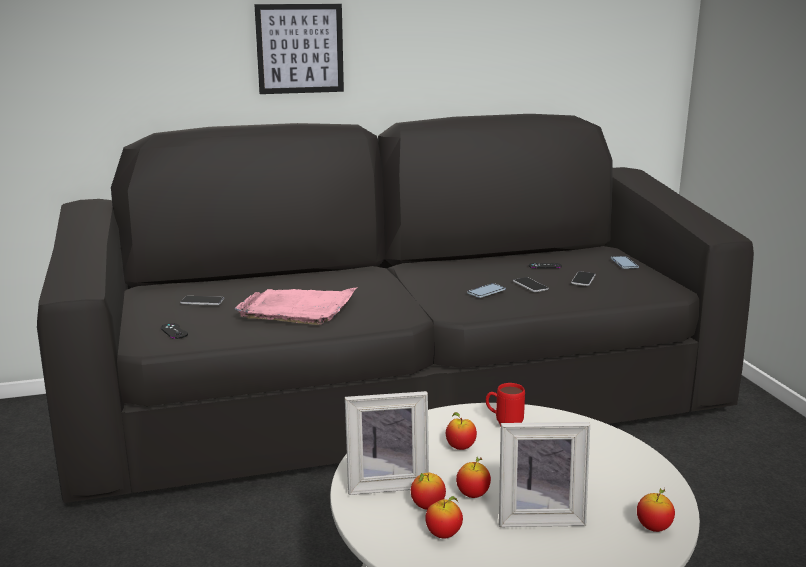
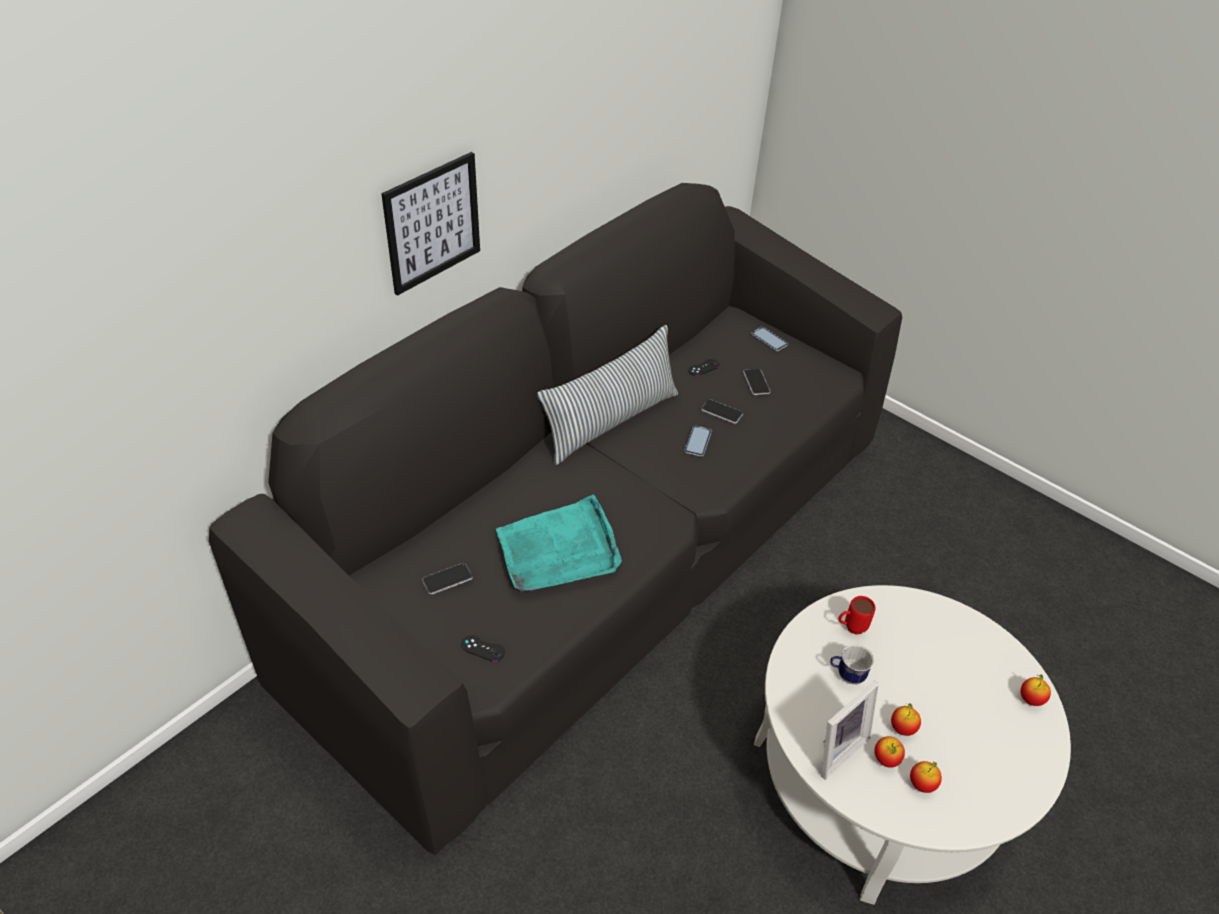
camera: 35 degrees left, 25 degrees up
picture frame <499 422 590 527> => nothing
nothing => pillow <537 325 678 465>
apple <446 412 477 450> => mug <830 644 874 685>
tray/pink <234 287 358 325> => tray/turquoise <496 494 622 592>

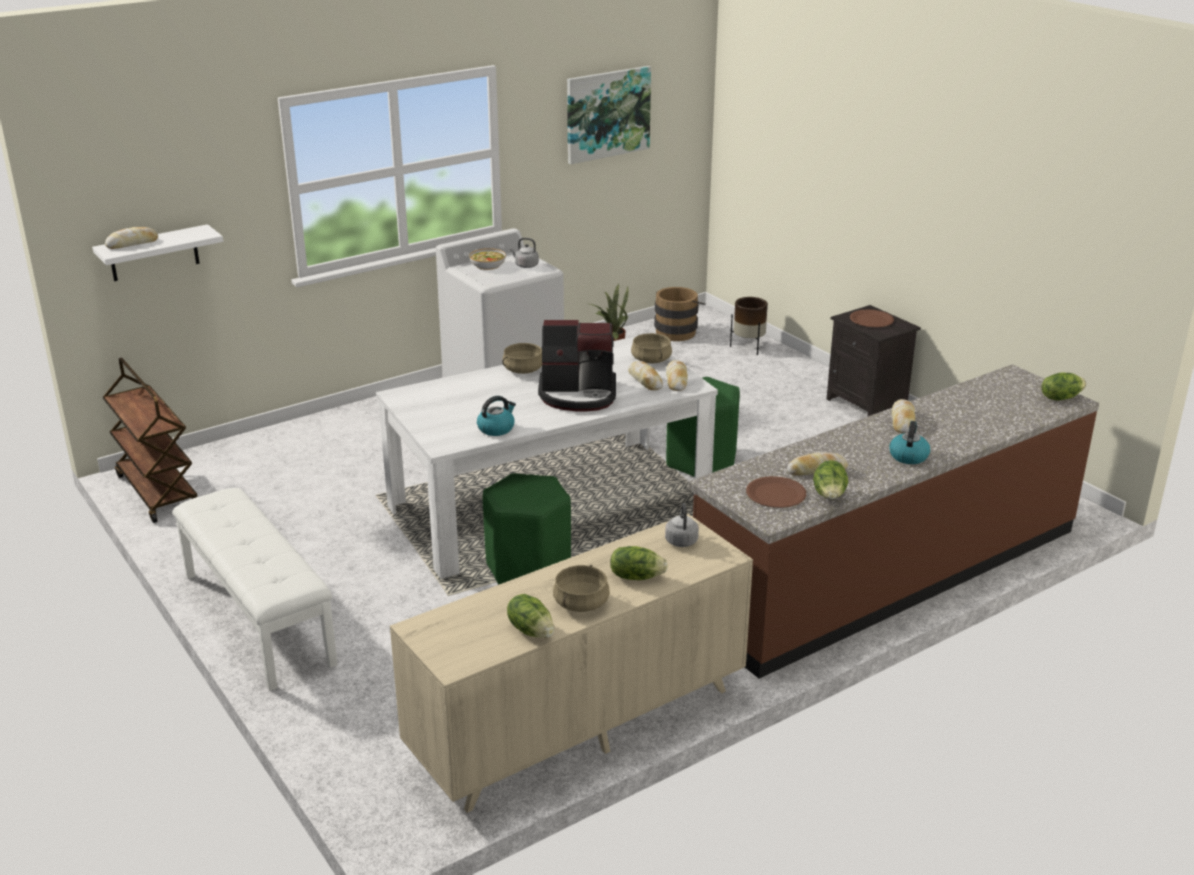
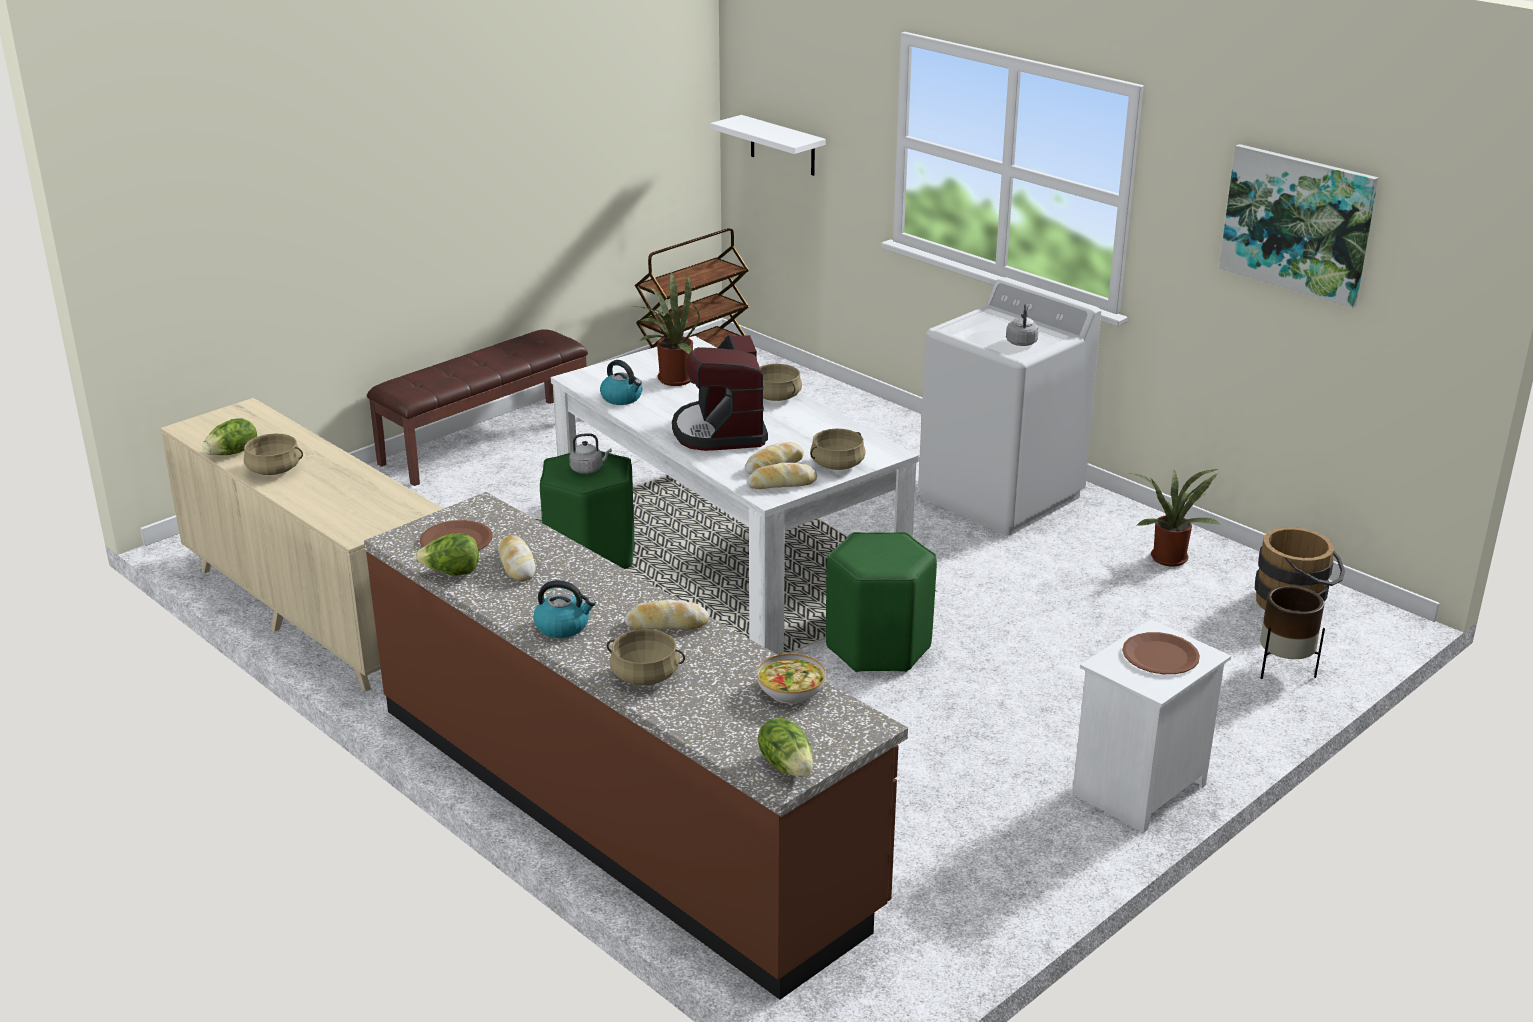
camera: 80 degrees right, 0 degrees up
bread <105 227 158 249> => nothing
lettuce <610 546 668 580> => nothing
nothing => cooking pot/beige <607 629 685 685>
nothing => potted plant <632 271 700 386>
bowl <469 248 506 270> => bowl <757 653 826 704>, shifted
kettle/grey <665 503 699 547> => kettle/grey <569 433 612 474>, shifted
bench/white <172 488 338 691> => bench/brown <367 329 588 486>
nightstand/black <827 305 921 416> => nightstand/white <1072 619 1231 833>

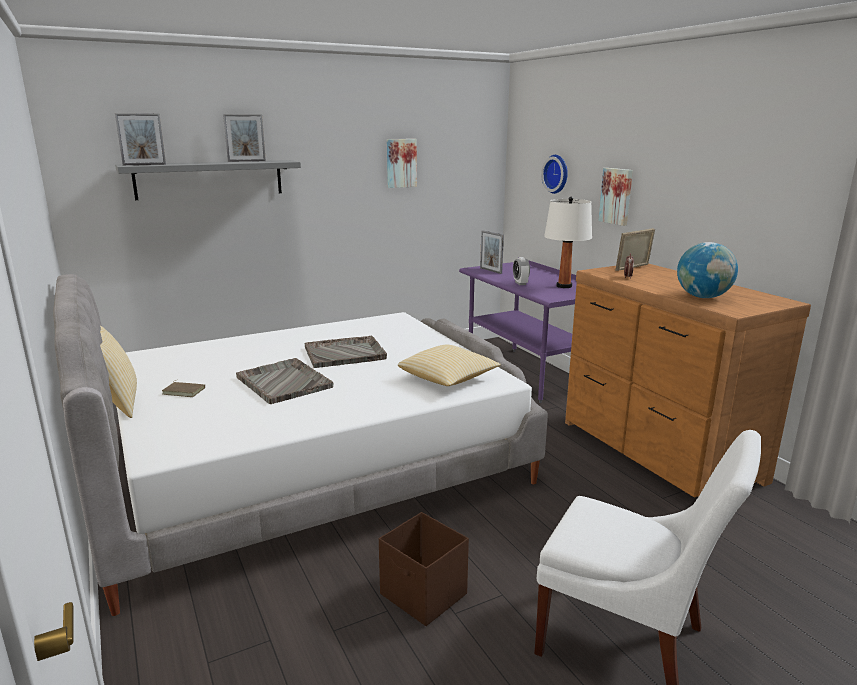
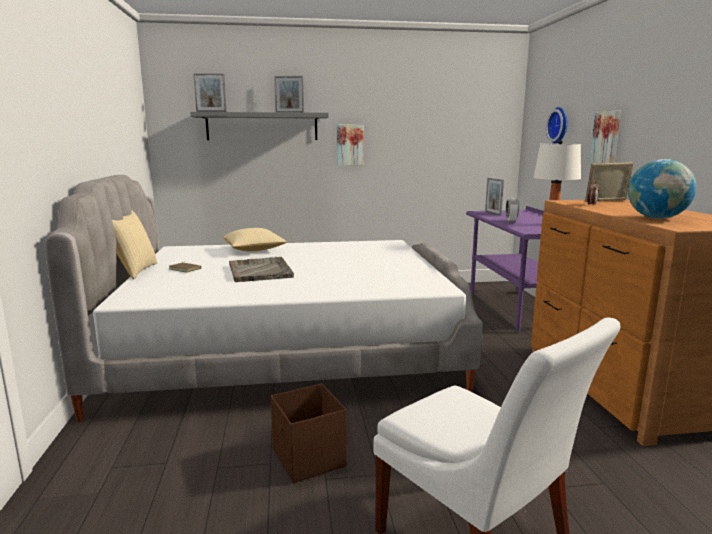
camera: 20 degrees right, 5 degrees down
tray/grey <305 336 387 368> => nothing
picture <387 139 417 188> => picture <337 125 363 166>, shifted
pillow <398 345 501 386> => pillow <223 228 287 251>, shifted

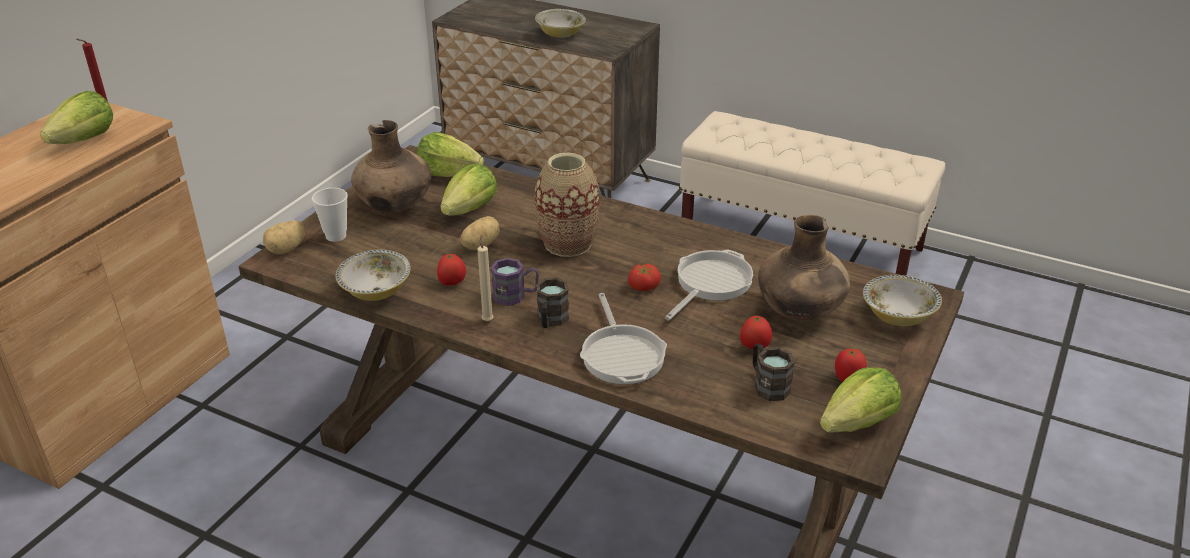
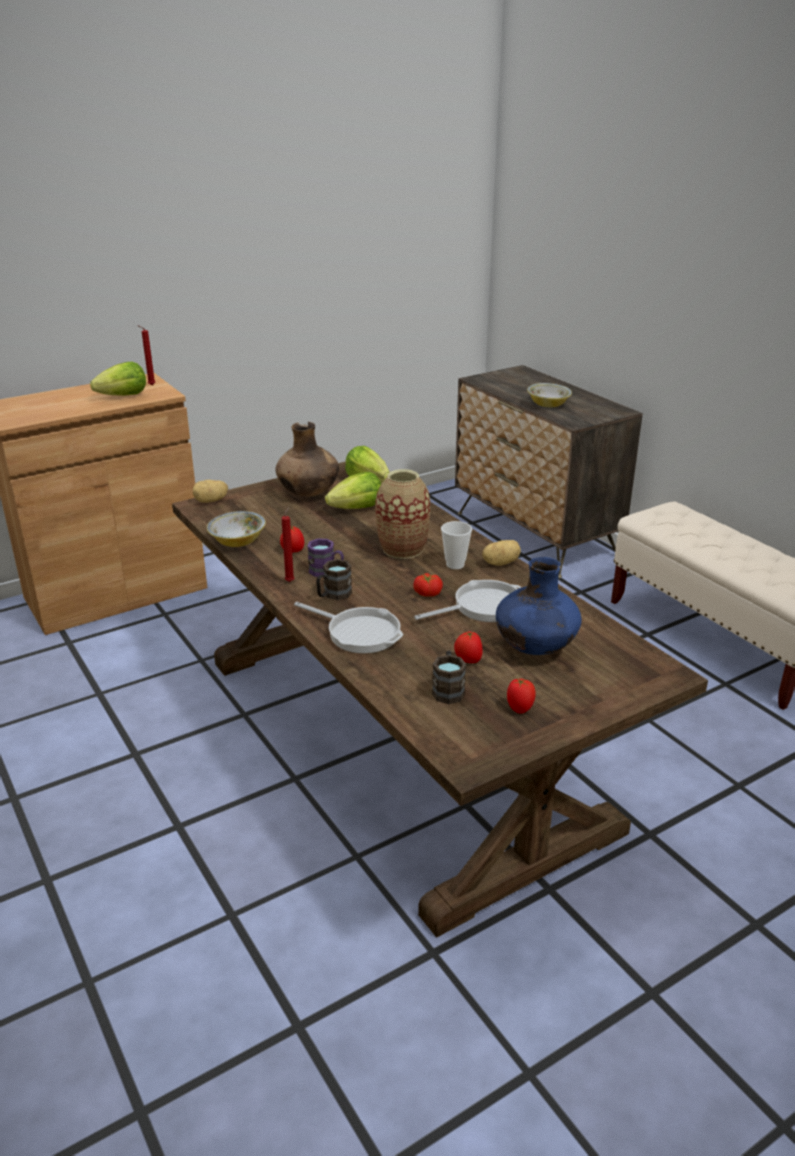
camera: 30 degrees right, 5 degrees down
lettuce <820 367 901 432> => nothing
bowl <863 275 942 326> => nothing
cup <312 188 348 242> => cup <441 521 472 569>, shifted
potato <460 216 500 250> => potato <482 540 521 566>, shifted
candle/beige <477 234 494 321> => candle/red <281 507 294 582>
vase/brown <758 215 850 321> => vase/blue <496 557 582 655>
frying pan <580 293 667 384> => frying pan <294 602 404 653>, 75 degrees counterclockwise

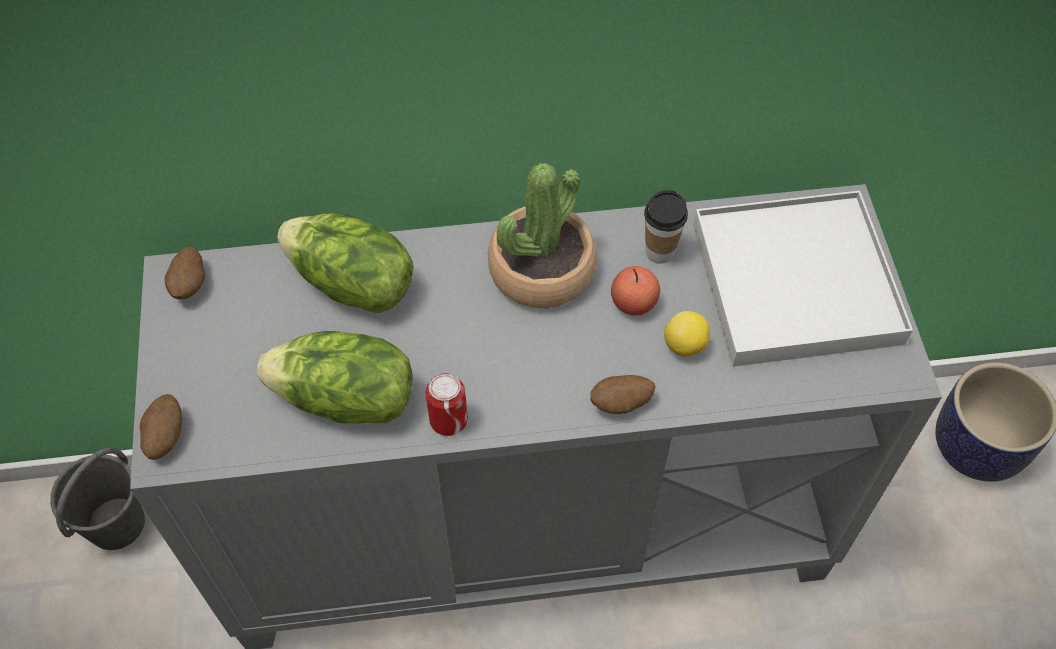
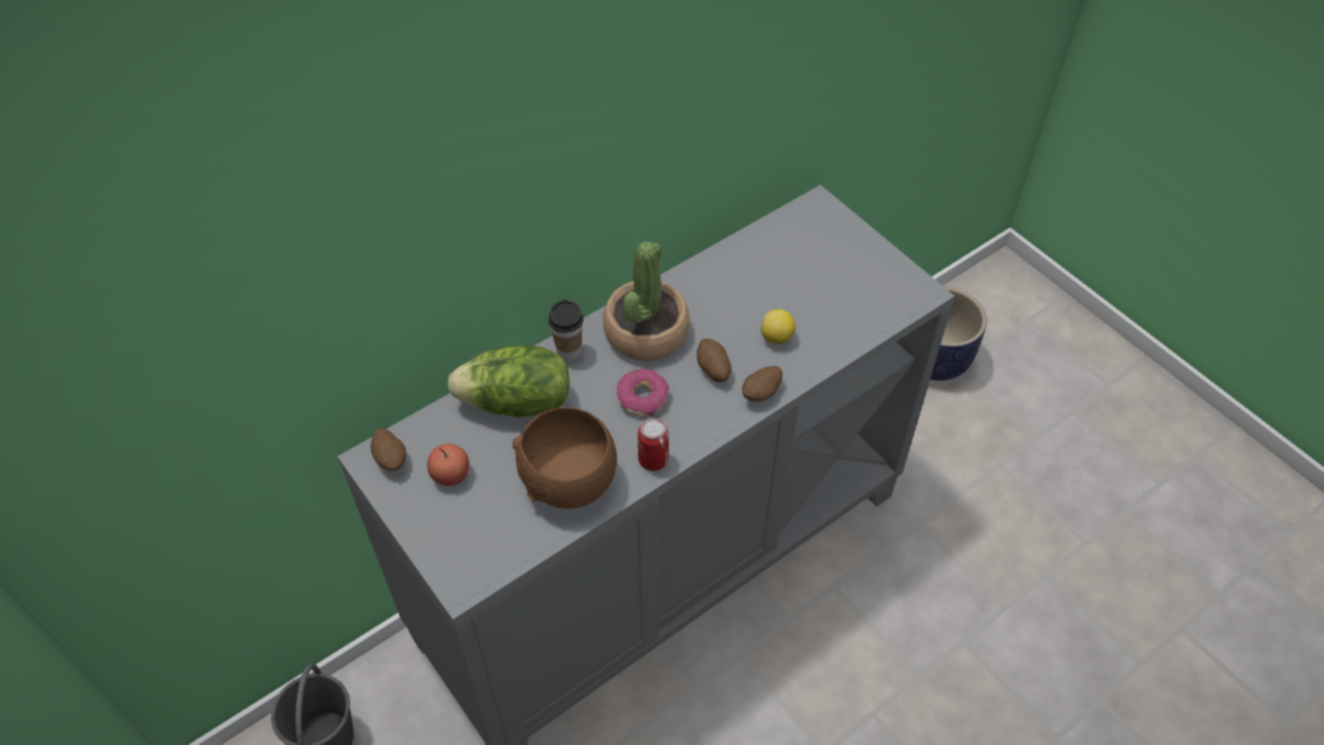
camera: 30 degrees left, 5 degrees down
tray/white <693 191 913 367> => nothing
nothing => donut <617 369 669 417>
potato <140 394 182 460> => potato <697 339 731 382>, shifted
apple <611 266 660 316> => apple <427 444 469 486>, shifted
cup <644 190 688 264> => cup <548 300 584 361>, shifted
lettuce <257 331 412 424> => bowl/brown <512 407 617 509>

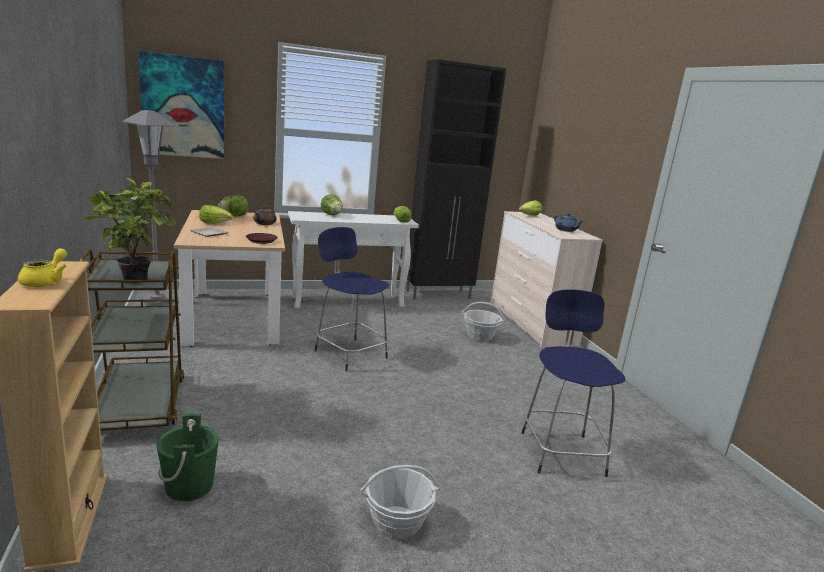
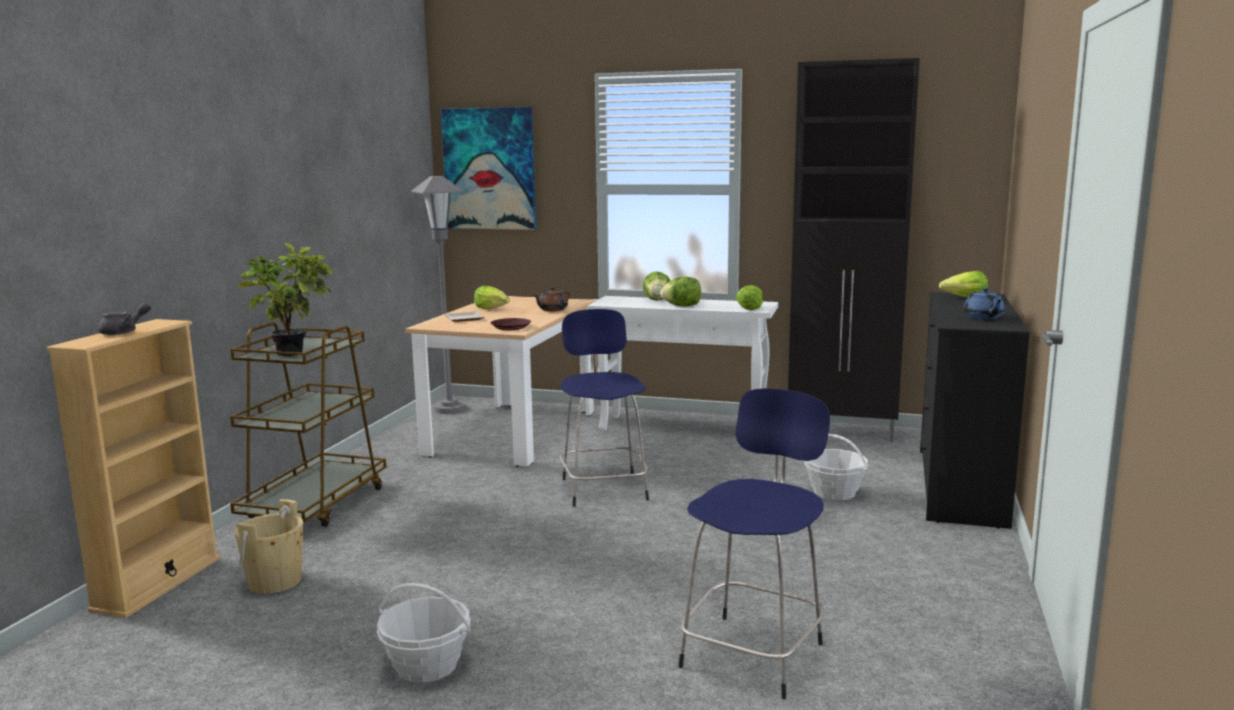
camera: 35 degrees right, 5 degrees down
lettuce <218 195 248 217> => lettuce <660 277 701 307>, shifted
teapot/yellow <18 248 67 287> => teapot/grey <98 303 151 335>
bucket/green <157 413 219 501> => bucket/beige <234 499 303 594>
dresser/beige <491 211 603 348> => dresser/black <920 292 1030 529>

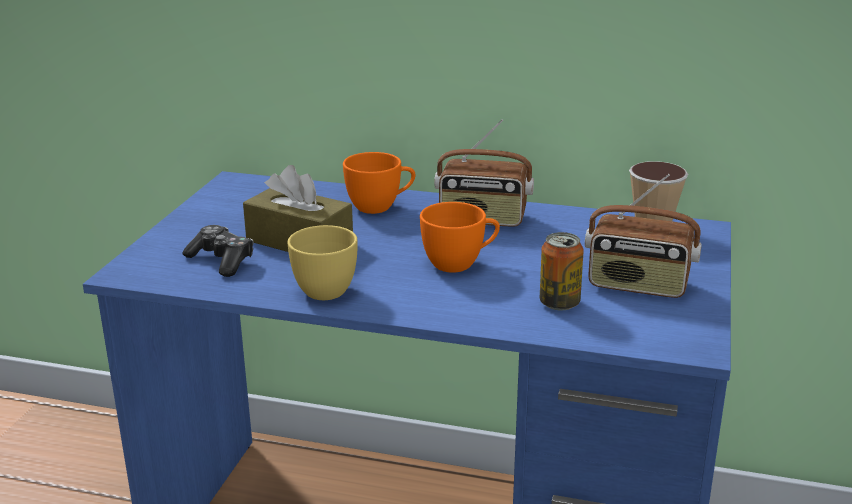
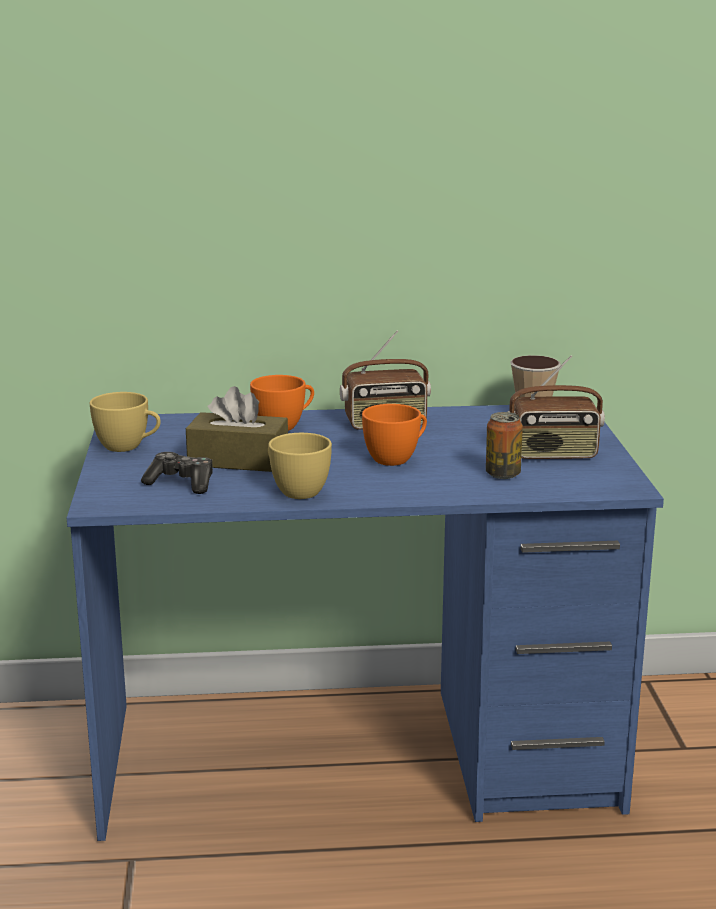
camera: 20 degrees left, 5 degrees down
nothing => cup/yellow <90 392 161 452>

